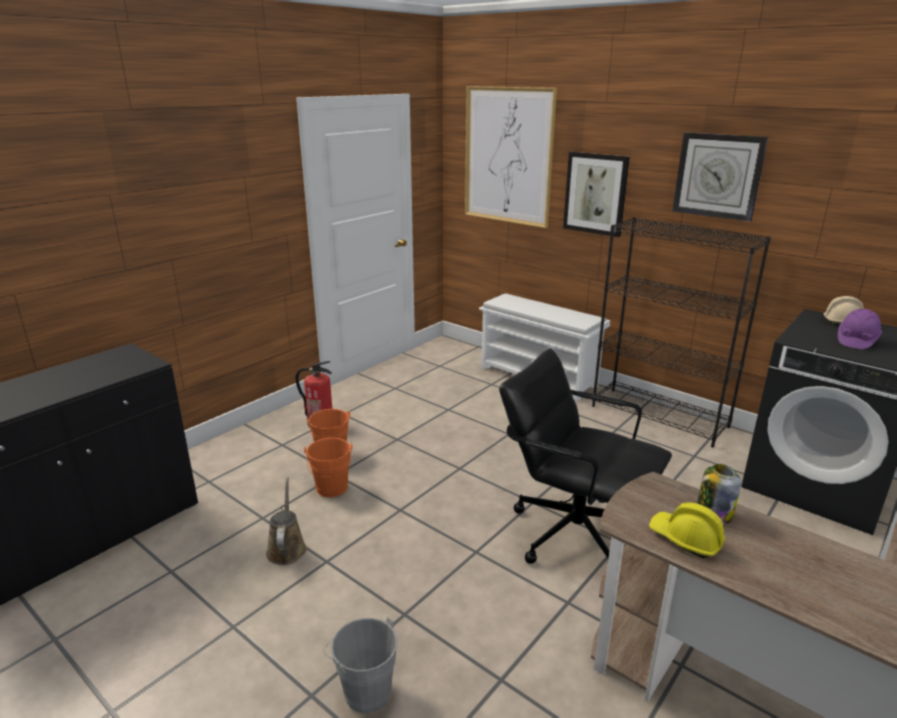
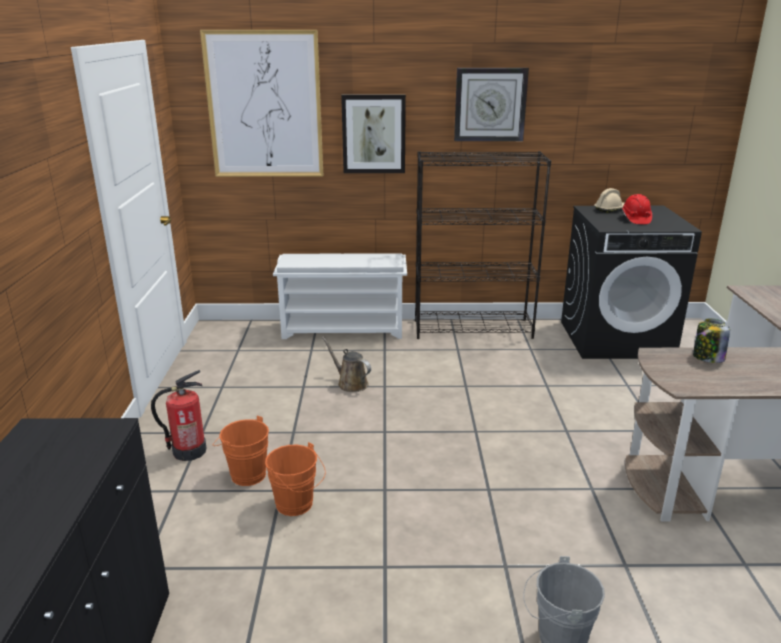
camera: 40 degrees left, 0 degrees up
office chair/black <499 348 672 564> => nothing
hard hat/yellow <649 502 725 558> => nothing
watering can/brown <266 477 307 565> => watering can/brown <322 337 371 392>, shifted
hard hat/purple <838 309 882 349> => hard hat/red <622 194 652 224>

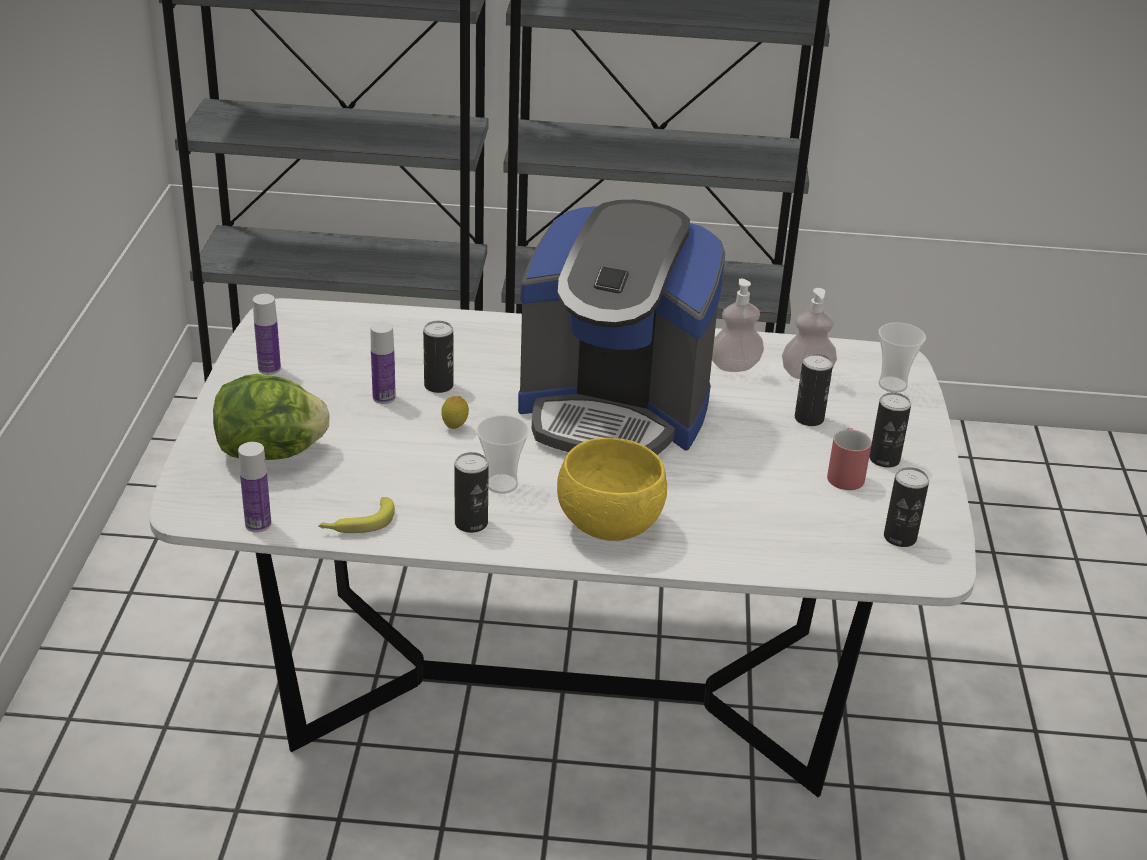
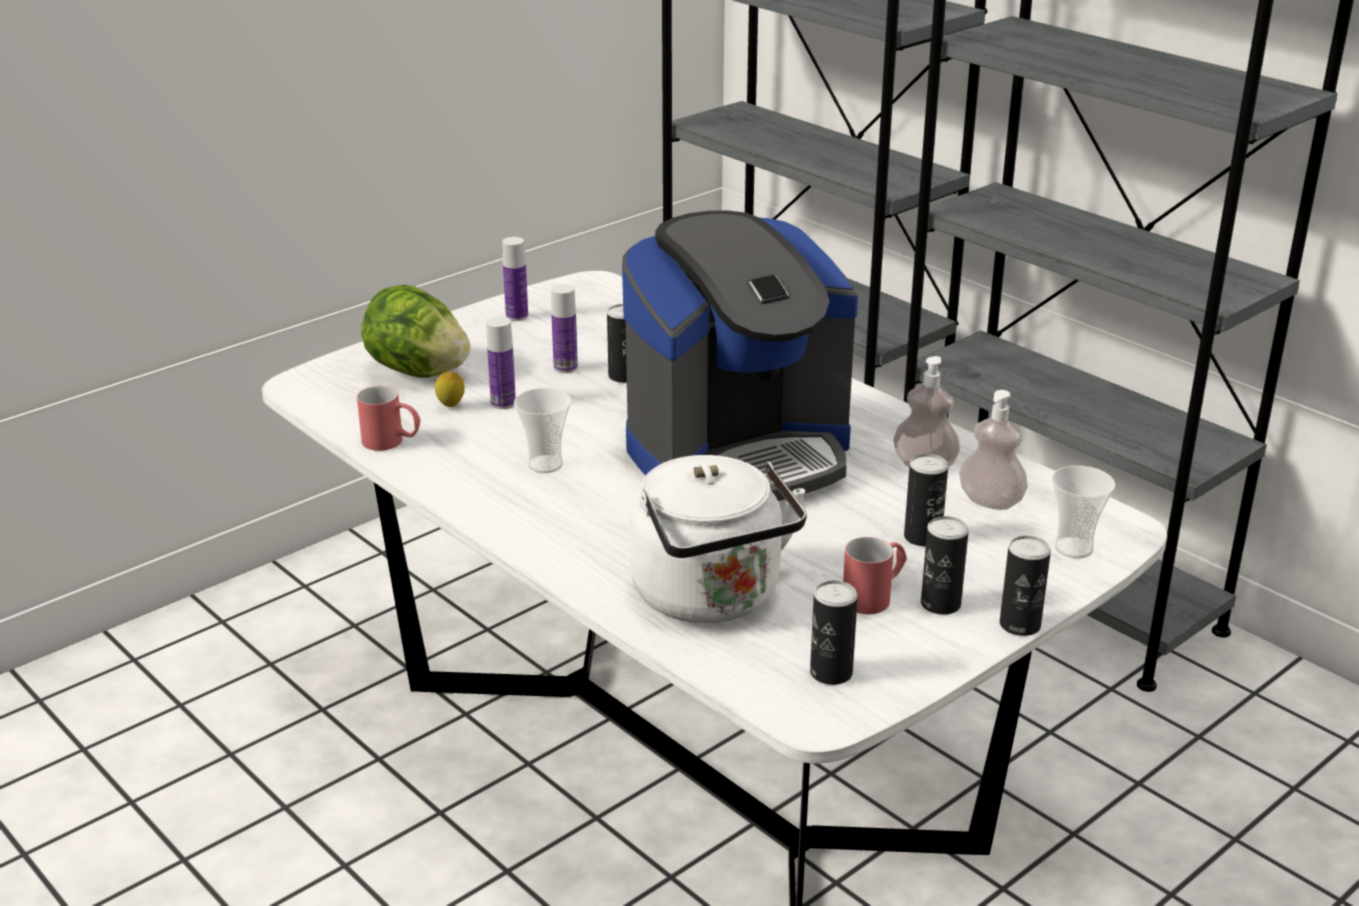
camera: 45 degrees right, 5 degrees down
bowl/yellow <557 438 667 541> => nothing
nothing => kettle/white <629 455 807 623>
bottle <238 442 271 532> => bottle <486 317 516 409>, shifted
lemon <441 396 469 429> => lemon <435 371 465 407>, shifted
can <454 452 489 533> => can <1000 536 1051 636>, shifted
banana <318 497 395 533> => mug/red <357 386 420 451>
coffee machine <518 200 726 455> => coffee machine <622 210 858 501>, 90 degrees counterclockwise

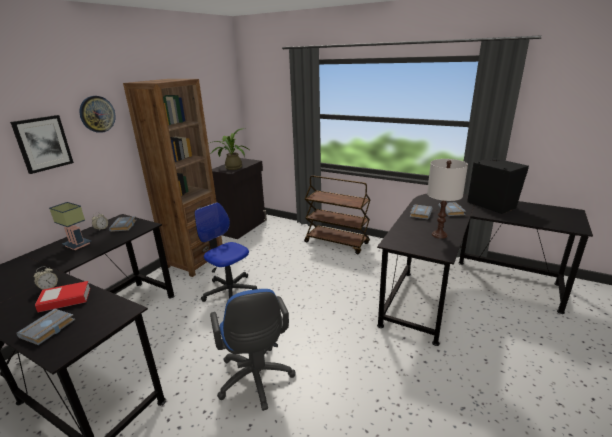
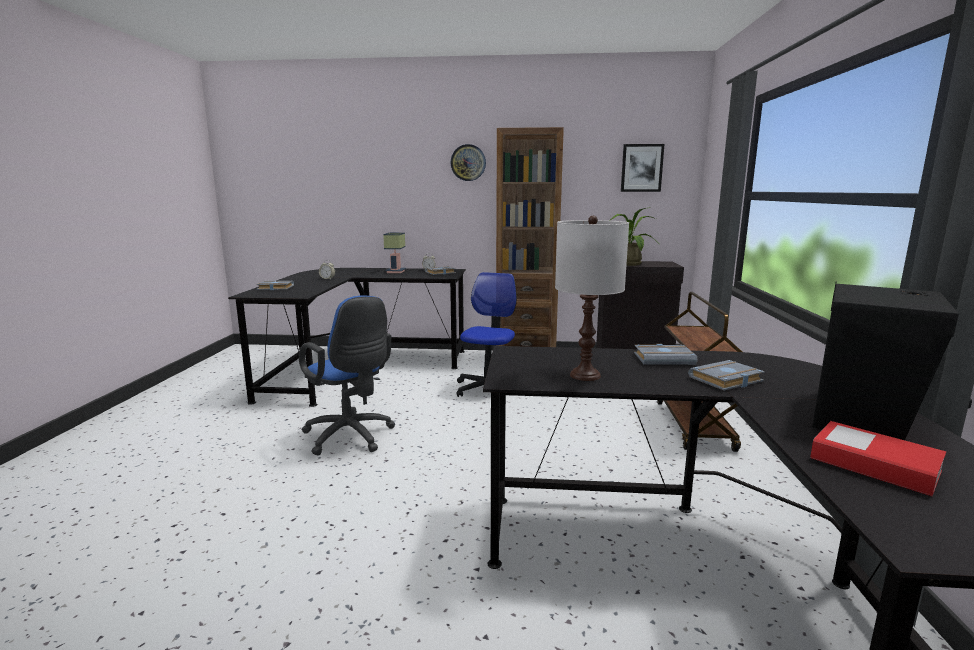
camera: 65 degrees right, 10 degrees down
picture <10 115 74 174> => picture <621 144 664 192>, shifted
book <35 281 90 313> => book <810 421 946 496>, shifted
office chair/blue <210 289 295 411> => office chair/blue <299 295 395 455>, 90 degrees counterclockwise

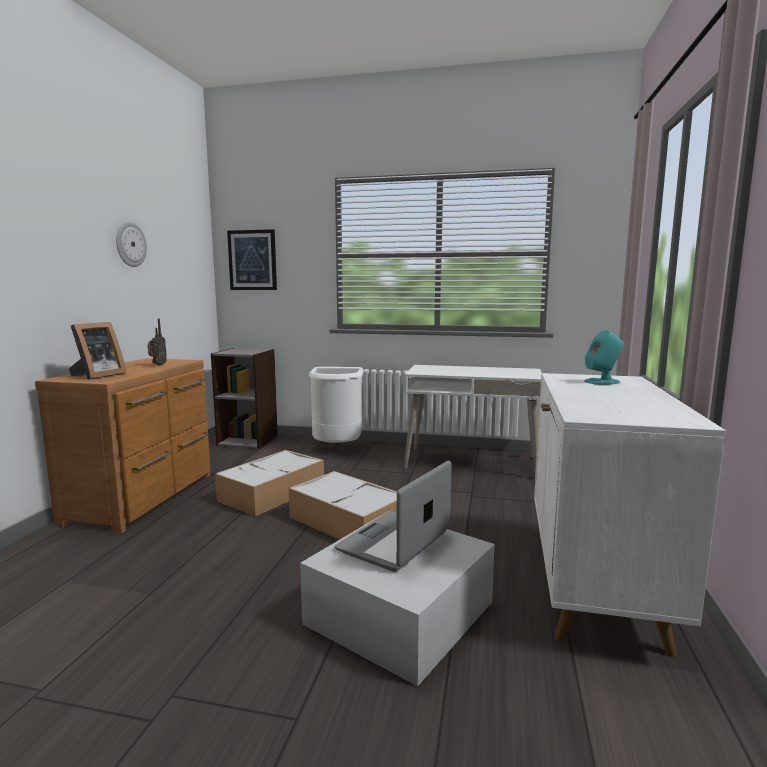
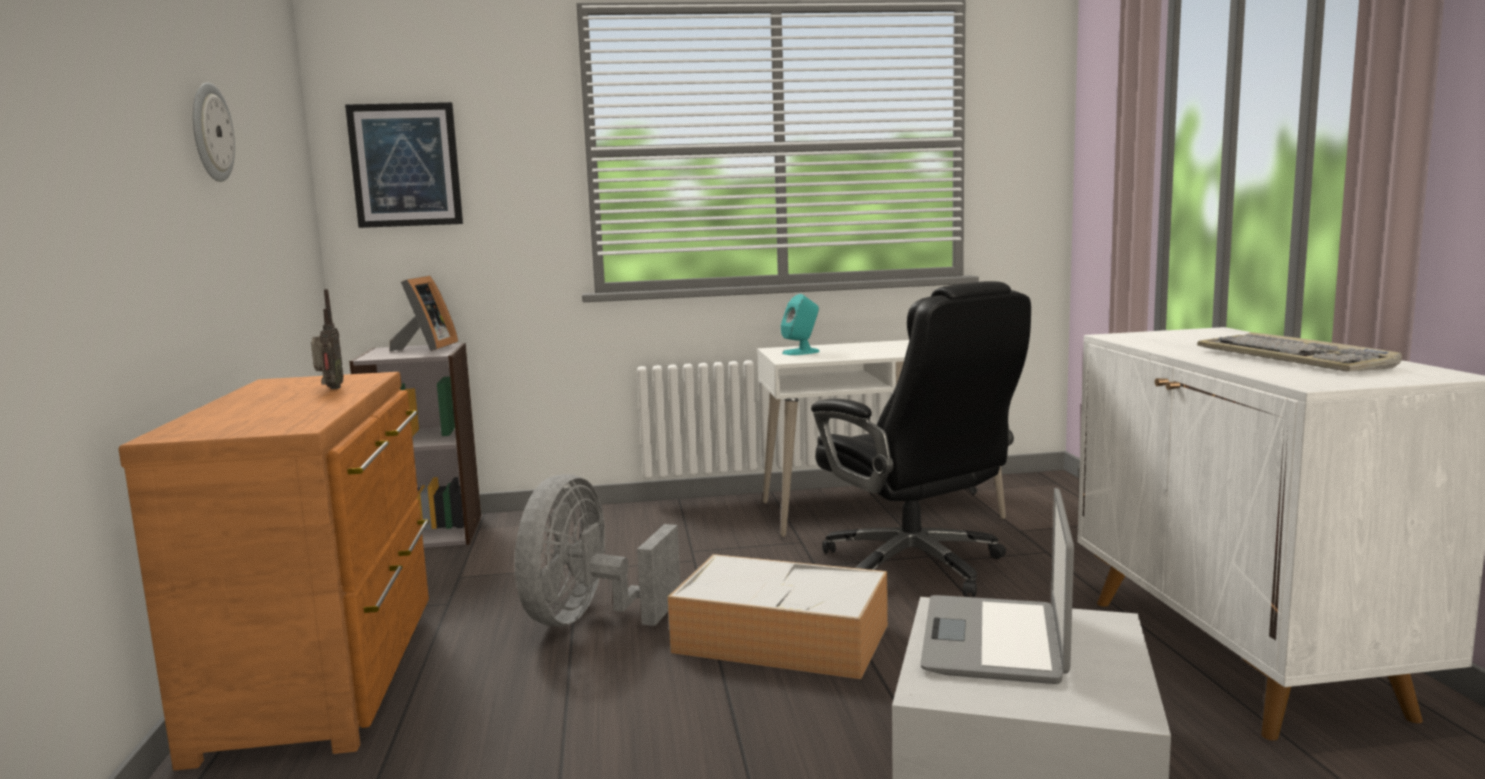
camera: 20 degrees left, 0 degrees up
trash can/white <309 367 364 442> => nothing
nothing => office chair/black <811 281 1031 597>
nothing => keyboard <1197 332 1402 371>
picture frame <69 322 126 380> => picture frame <390 276 458 351>, shifted
speaker/turquoise <584 330 624 384> => speaker/turquoise <781 294 820 355>, shifted
storage box <215 450 324 516> => fan/grey <515 474 681 626>

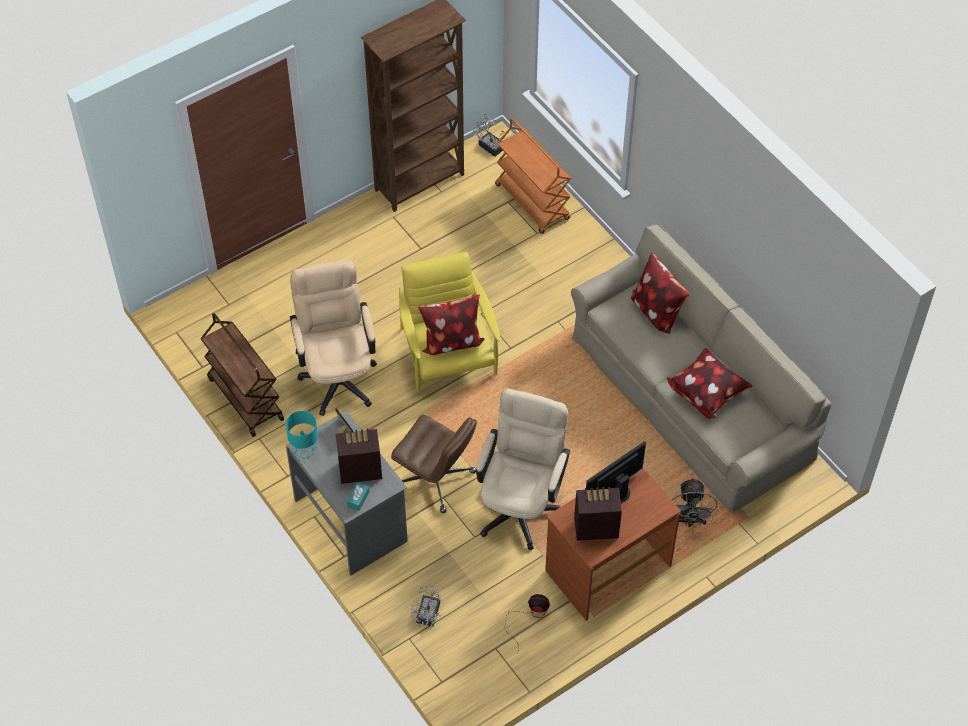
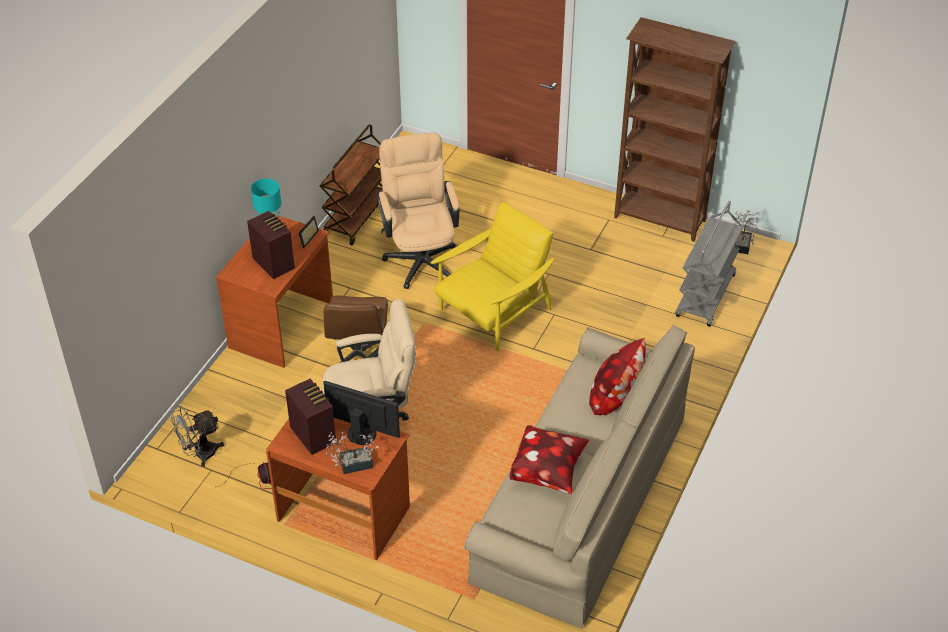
camera: 60 degrees right, 10 degrees down
tissue box/turquoise <347 482 370 511> => nothing
pillow <418 294 484 355> => nothing
potted plant <410 585 441 627> => potted plant <326 431 379 474>, shifted
fan/grey <672 477 718 527> => fan/grey <169 406 224 467>, shifted
desk/grey <286 411 408 576> => desk/brown <216 213 333 368>
cart/orange <495 118 571 234> => cart/grey <676 201 743 327>
office chair/beige <290 260 377 416> => office chair/beige <377 133 460 289>, 60 degrees counterclockwise

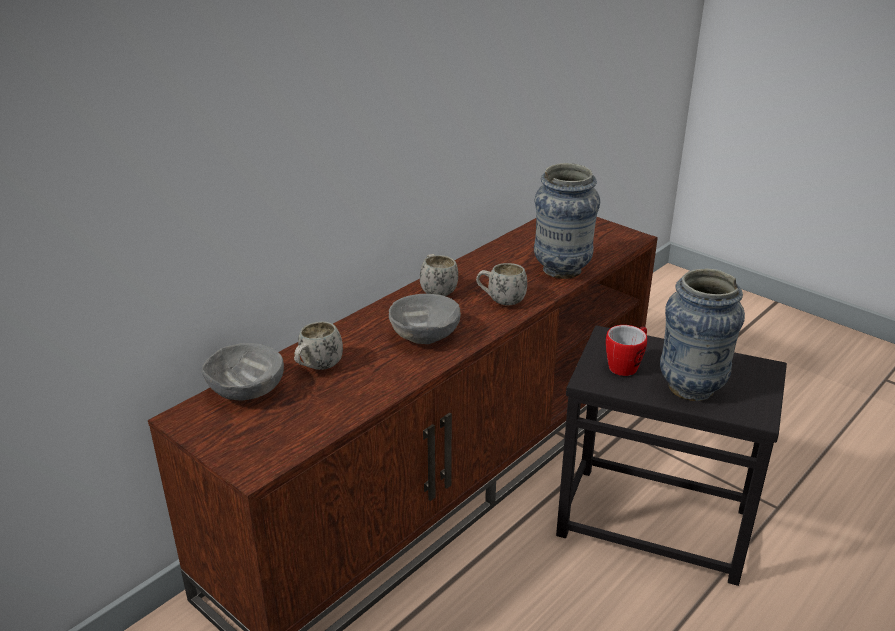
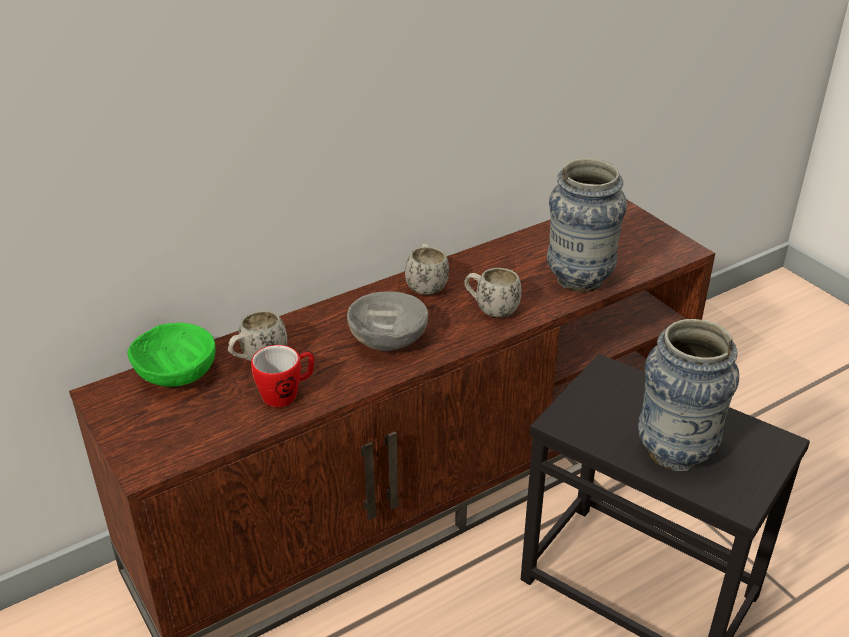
camera: 15 degrees right, 5 degrees up
mug <606 325 647 376> => mug <251 345 314 407>, shifted
bowl/grey <202 343 284 401> => bowl/green <127 323 216 387>

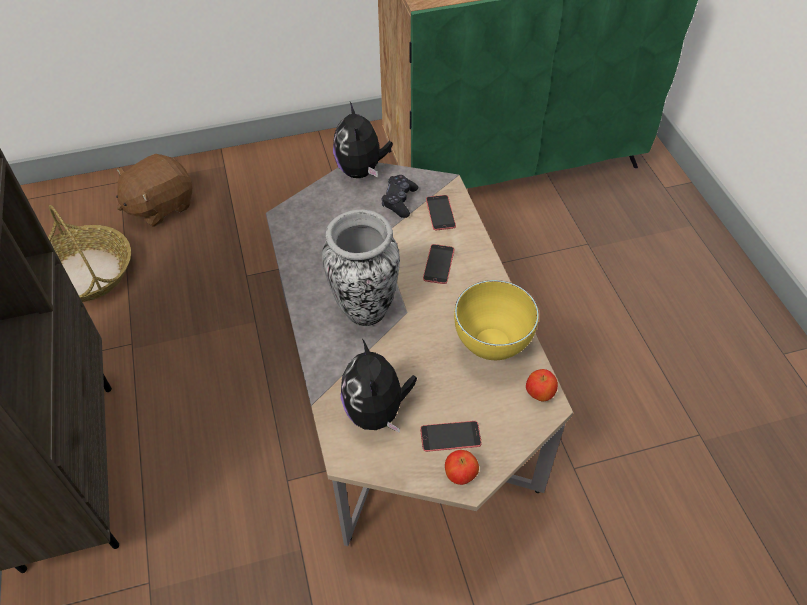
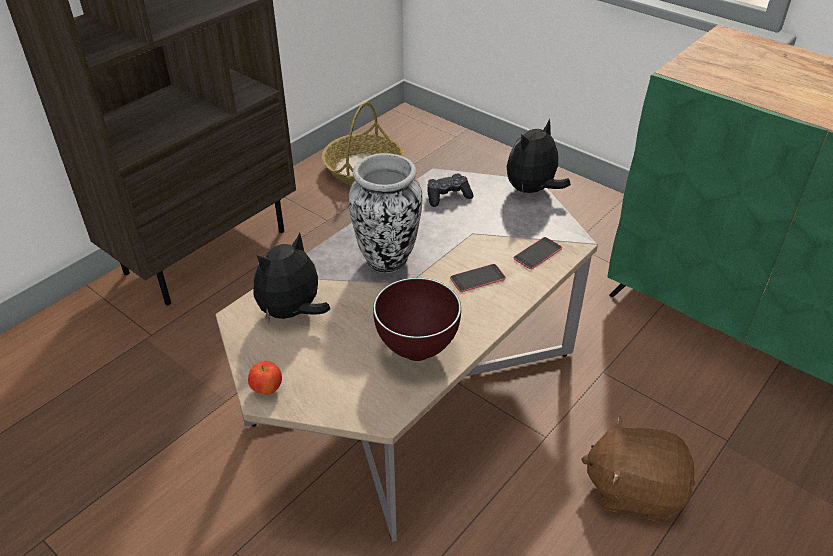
camera: 55 degrees right, 10 degrees down
phone <420 421 482 452> => nothing
apple <526 369 558 401> => nothing
plush toy/brown <116 154 192 227> => plush toy/brown <581 415 695 522>, shifted
game controller/black <382 175 418 218> => game controller/black <427 174 473 207>, shifted
bowl/yellow <454 280 539 360> => bowl/brown <373 278 461 361>

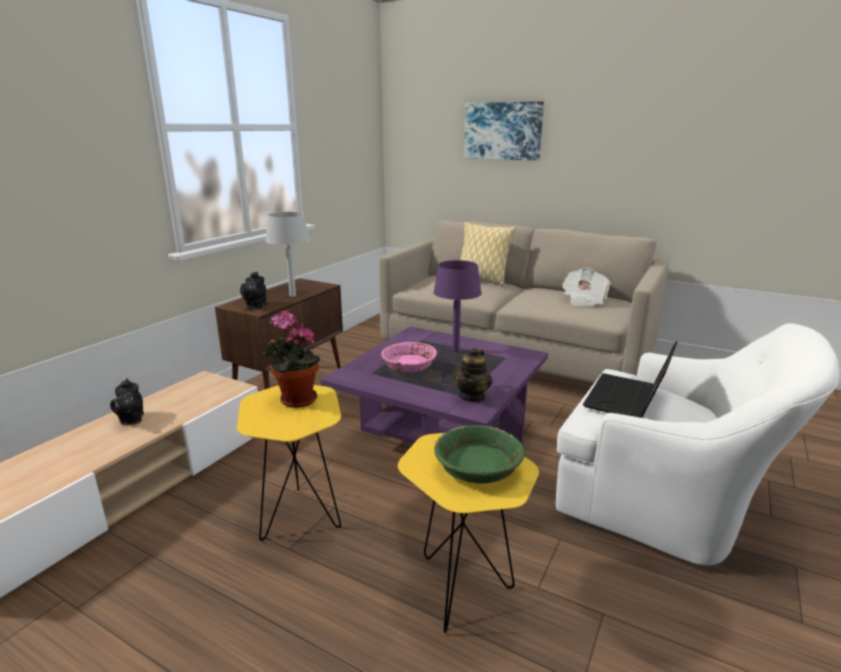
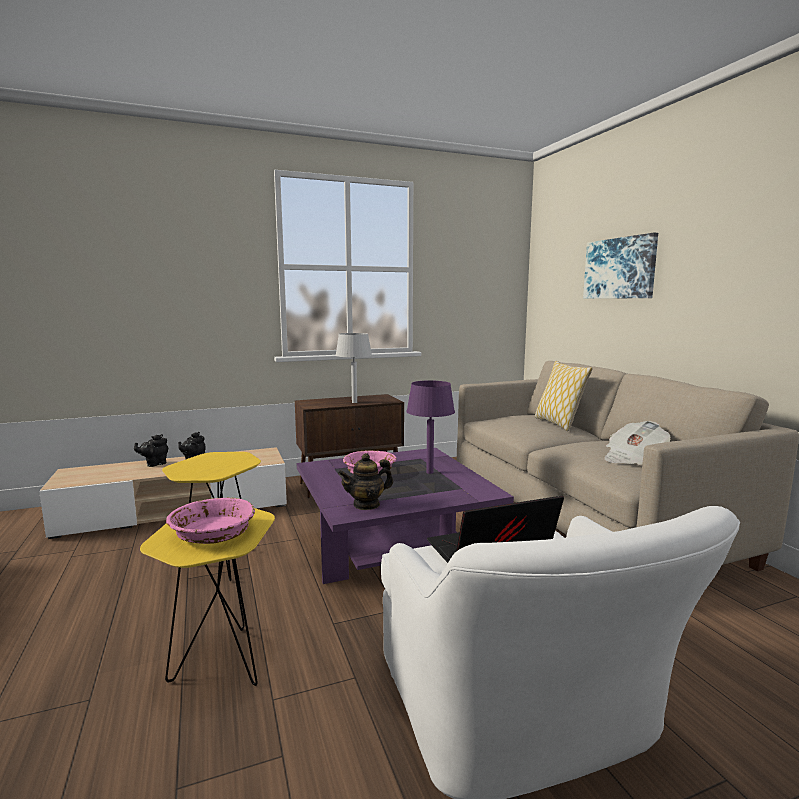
camera: 40 degrees right, 10 degrees down
potted plant <262 310 320 408> => nothing
teapot/black <240 271 267 309> => teapot/black <134 434 168 467>, shifted
bowl/green <434 425 525 483> => bowl/pink <166 497 255 544>

